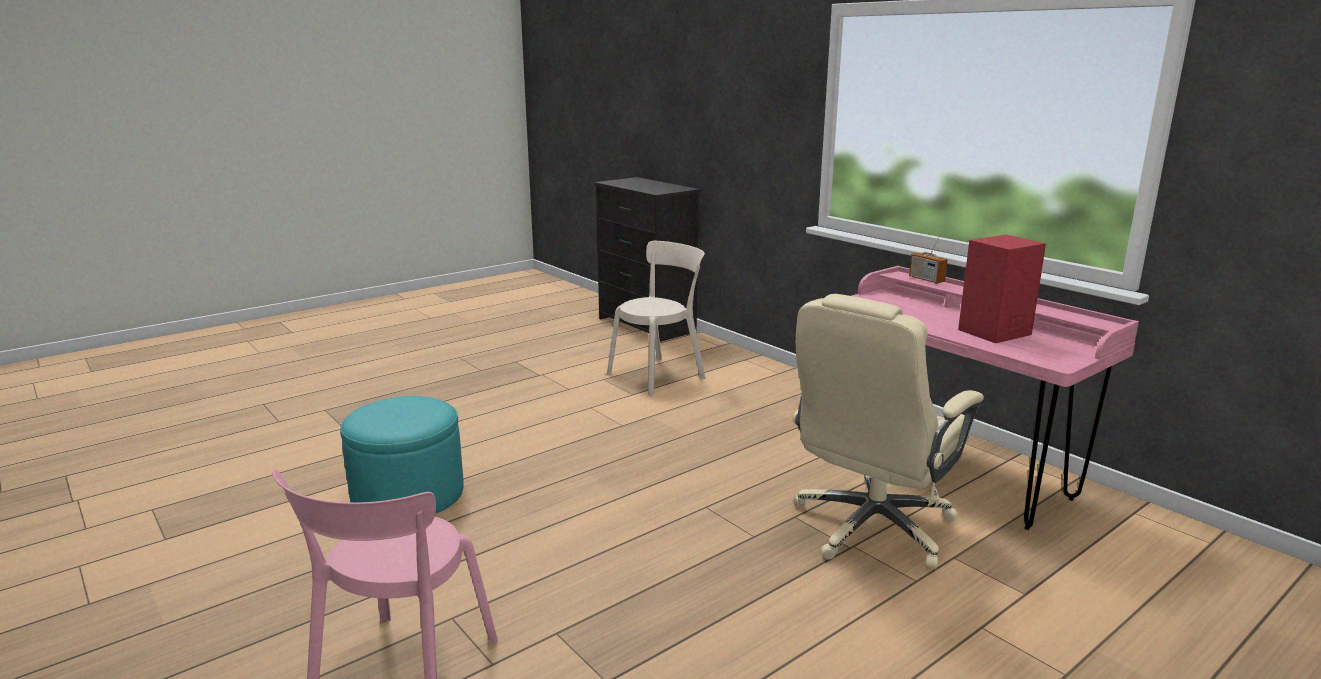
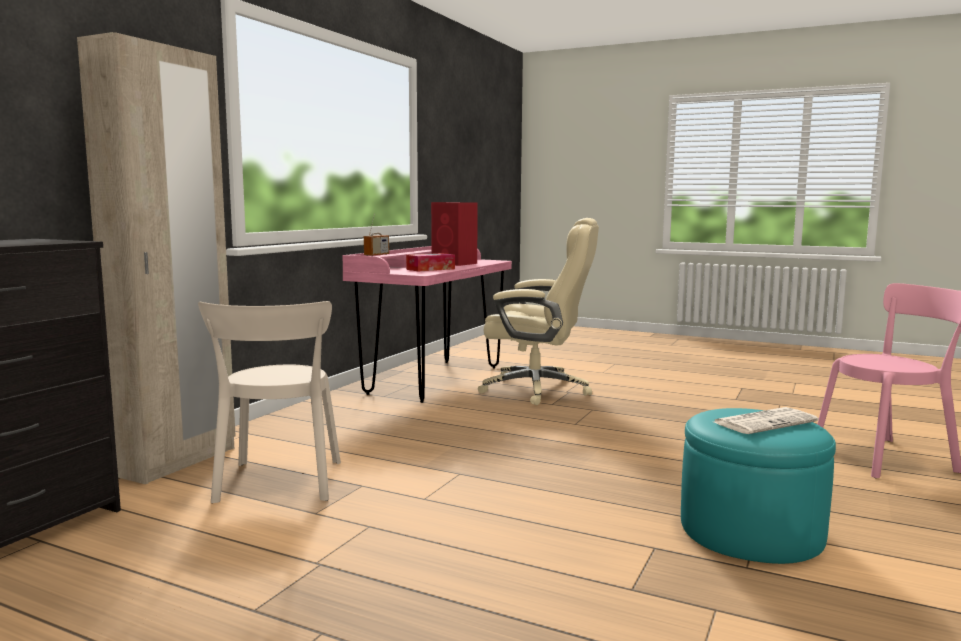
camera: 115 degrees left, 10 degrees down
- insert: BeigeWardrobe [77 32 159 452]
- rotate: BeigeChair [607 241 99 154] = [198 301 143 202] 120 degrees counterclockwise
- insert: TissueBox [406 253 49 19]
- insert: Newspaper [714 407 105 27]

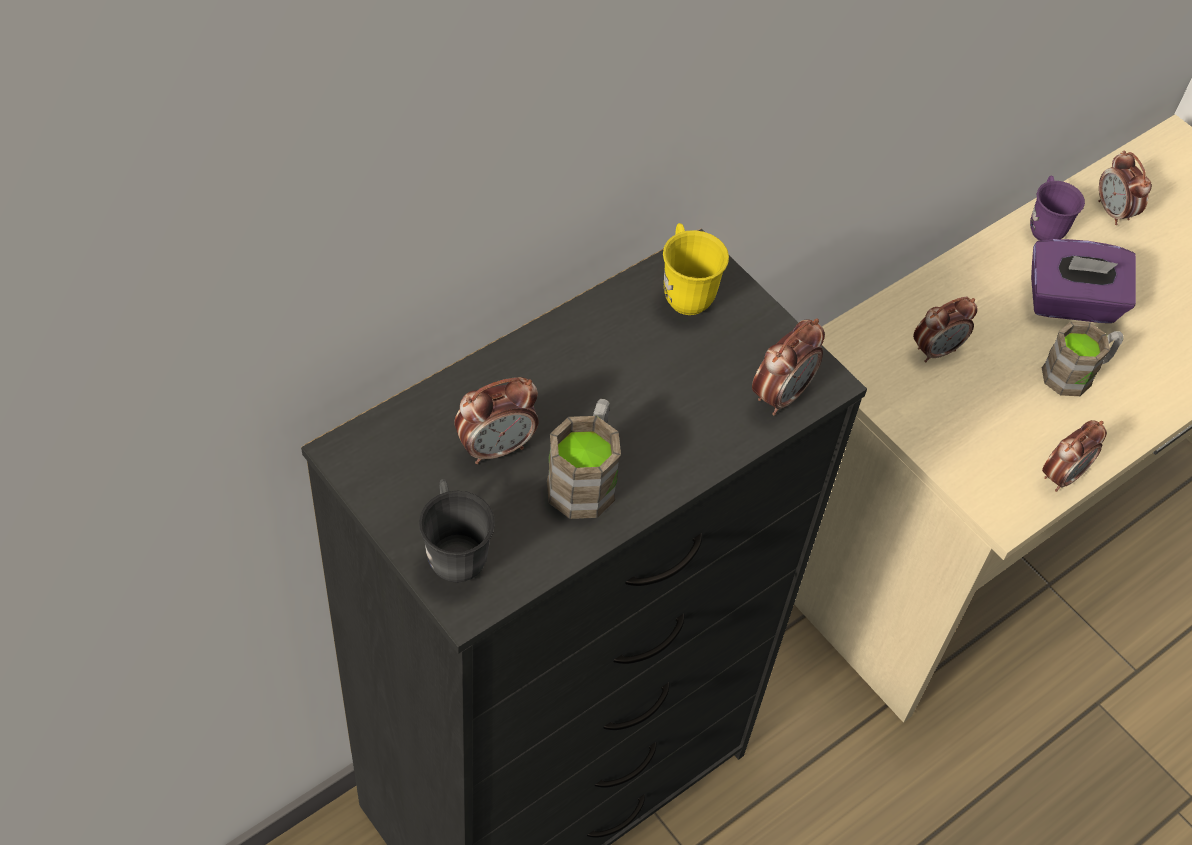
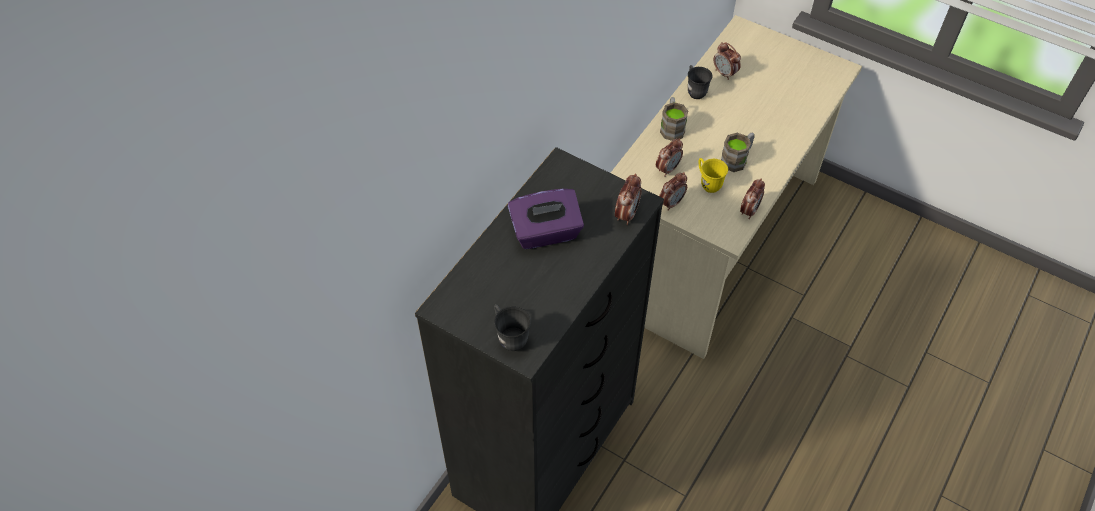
camera: 15 degrees left, 0 degrees up
- move: PurpleTissueBox [1031 239 105 84] to [508 189 76 60]
- move: AlarmClock [454 377 84 87] to [659 172 28 39]
- move: BrownMug [547 399 74 120] to [660 97 28 44]
- recolor: PurpleMug [1030 175 55 66] to GreyMug [688 65 25 34]
- move: YellowMug [663 223 66 92] to [698 158 30 35]

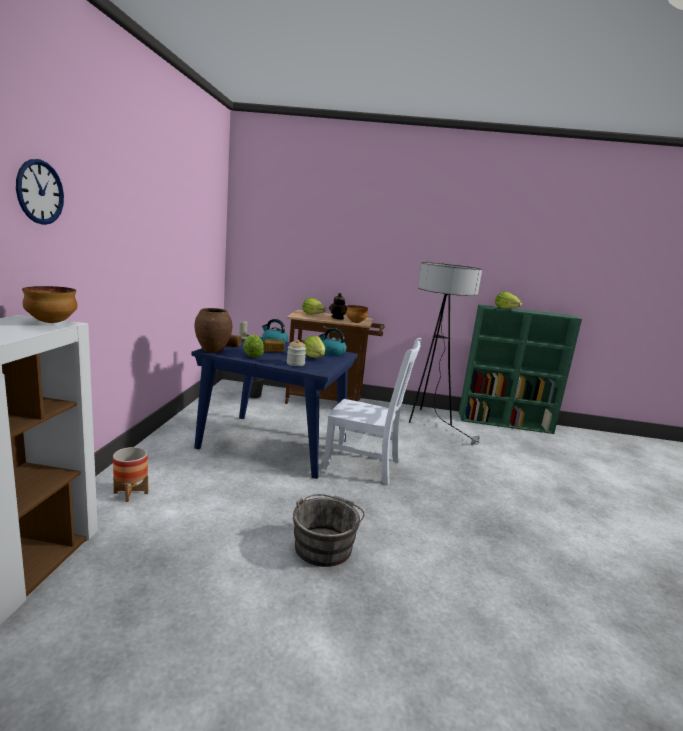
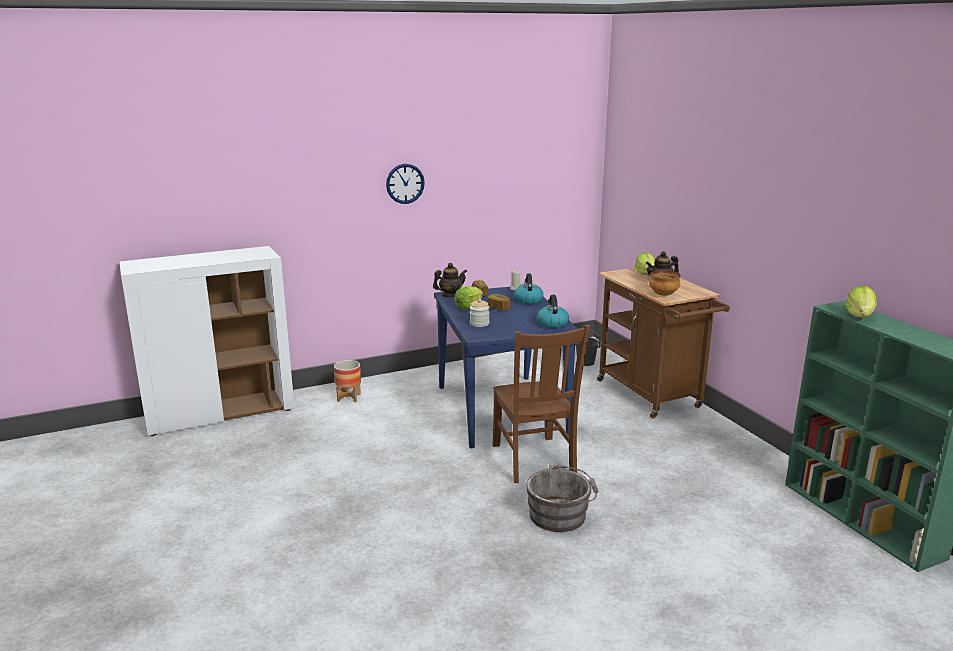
camera: 60 degrees right, 5 degrees up
- move: WallClock [16 159 48 66] to [386 164 39 40]
- replace: BrownVase [195 308 37 45] to Teapot [433 263 34 34]
- recolor: WhiteChair [323 338 99 147] to BrownChair [493 325 97 158]
- move: GreyBucket [293 494 72 73] to [526 464 73 68]
- delete: Bowl [22 286 55 37]
- delete: Lettuce [304 335 21 23]
- delete: FloorLamp [409 262 73 183]

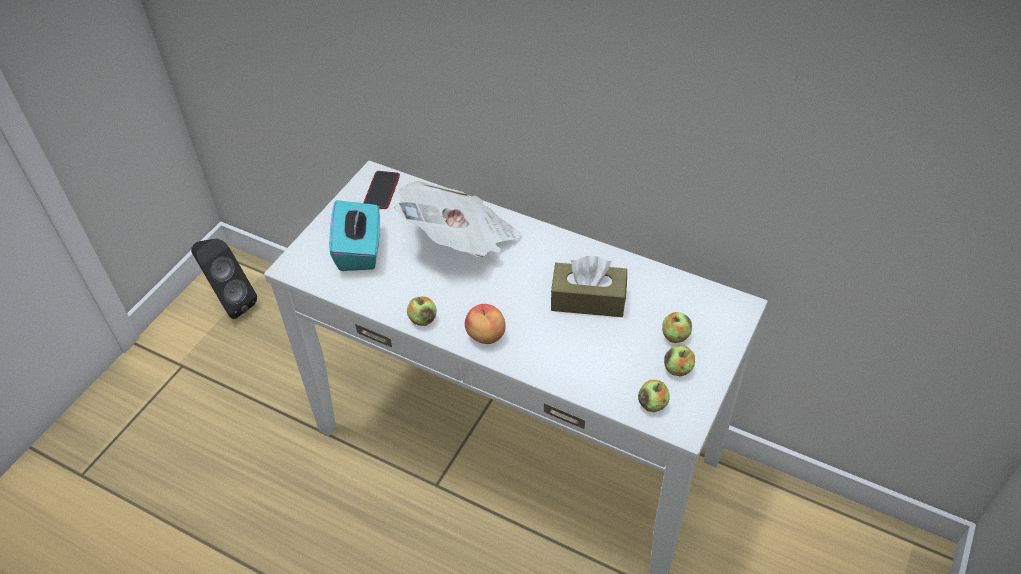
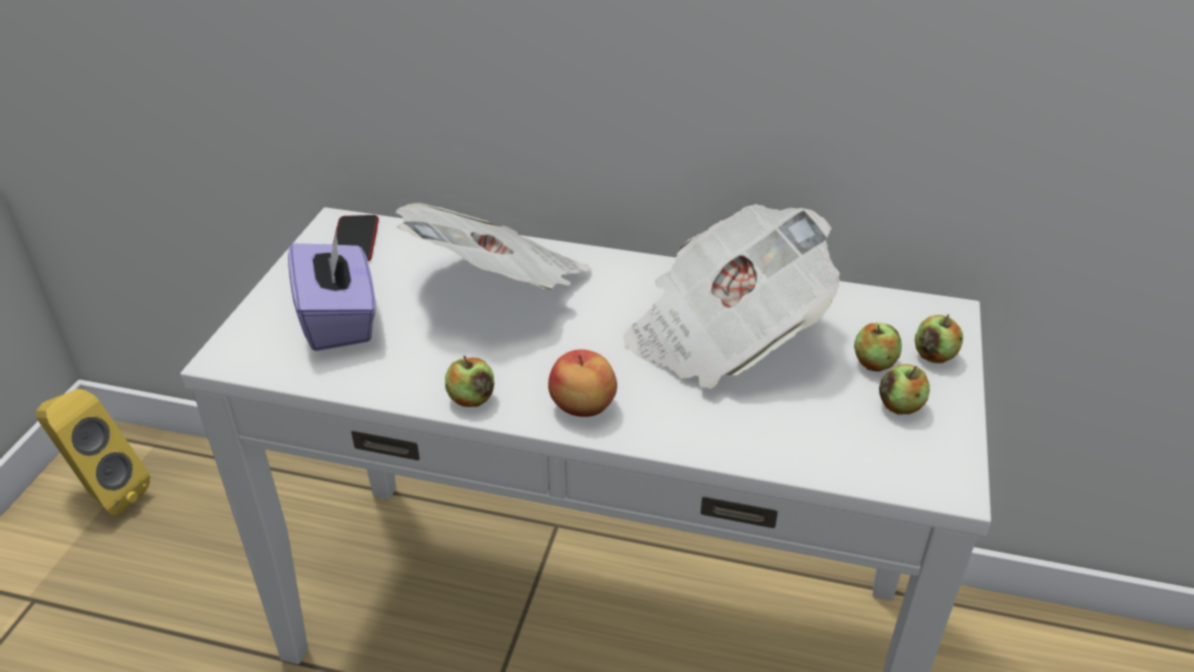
camera: 15 degrees left, 10 degrees down
- recolor: BlackSpeaker [191 238 66 81] to YellowSpeaker [36 389 114 126]
- recolor: TurquoiseTissueBox [329 200 51 71] to PurpleTissueBox [288 232 87 119]
- replace: BrownTissueBox [551 256 76 61] to Newspaper [624 204 216 185]
- move: Apple [638 380 32 32] to [915 315 48 48]

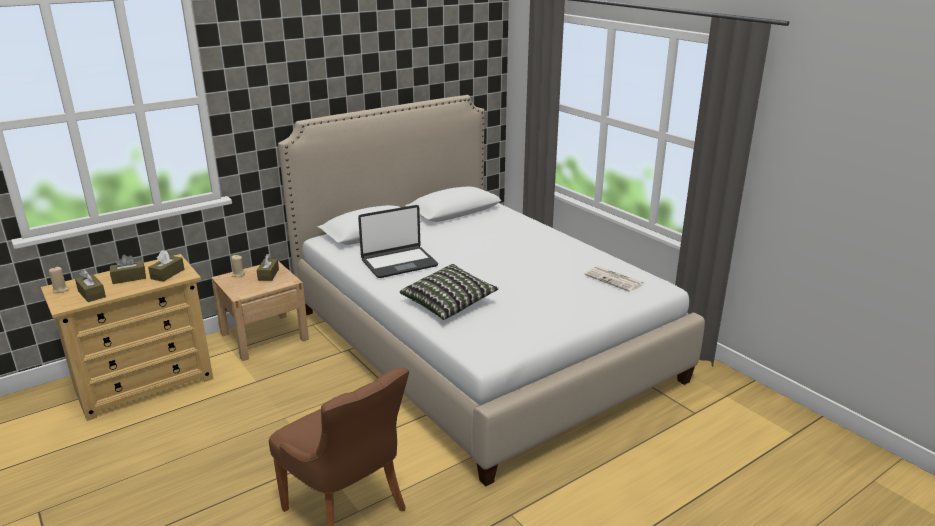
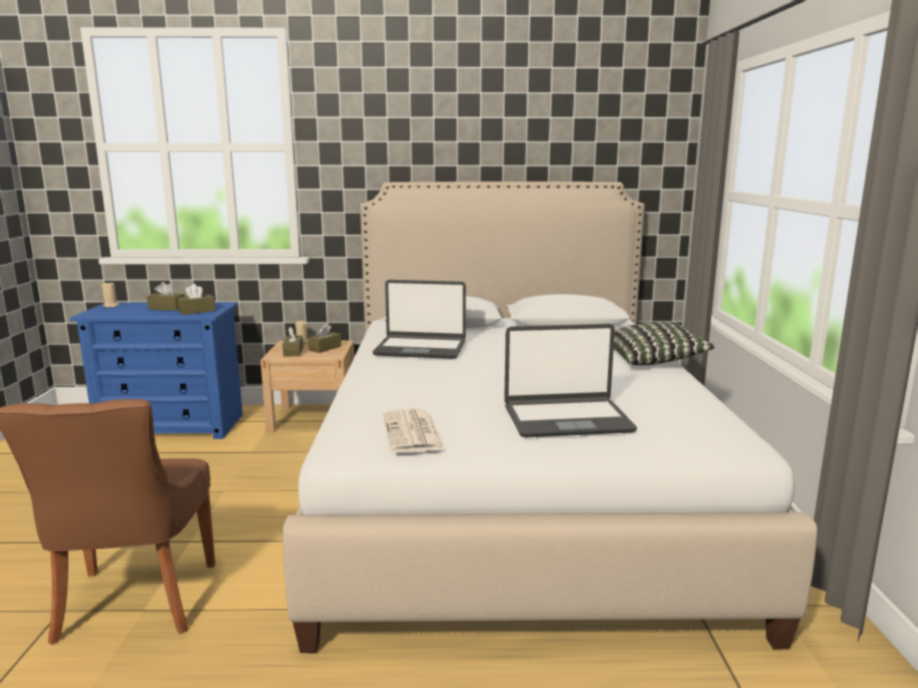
camera: 35 degrees right, 10 degrees down
- recolor: BeigeDresser [41 254 172 167] to BlueDresser [70 302 173 137]
- move: BrownTissueBox [75 270 31 32] to [282 327 21 30]
- move: Newspaper [584 266 60 26] to [383 409 62 44]
- insert: Laptop [504 324 133 113]
- move: Pillow [400 264 99 56] to [614 321 102 45]

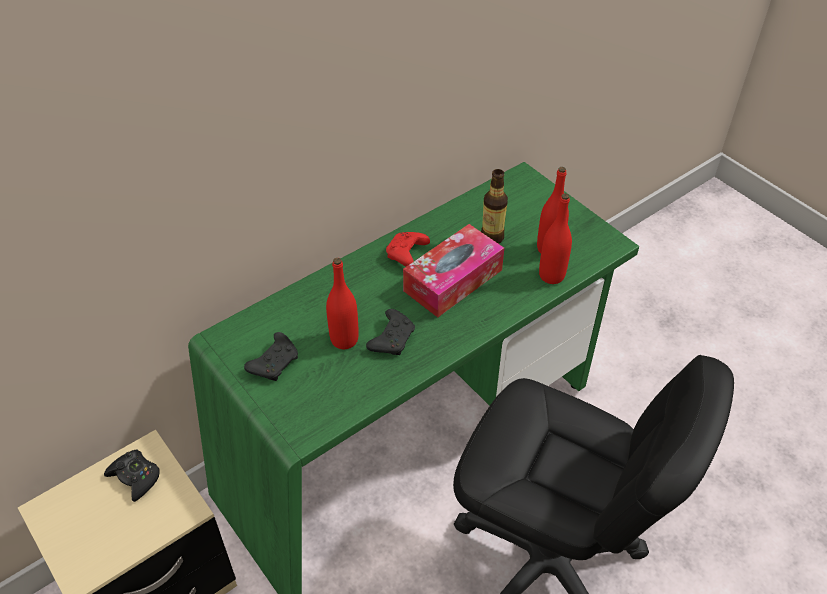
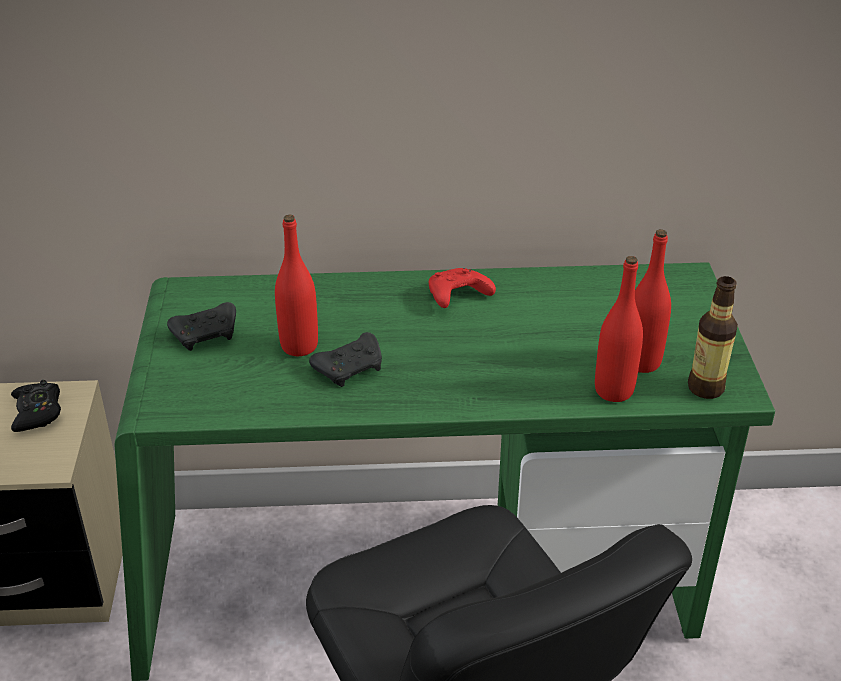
camera: 35 degrees right, 10 degrees down
- move: Bottle [481 169 27 75] to [688 276 50 123]
- delete: TissueBox [403 224 101 93]

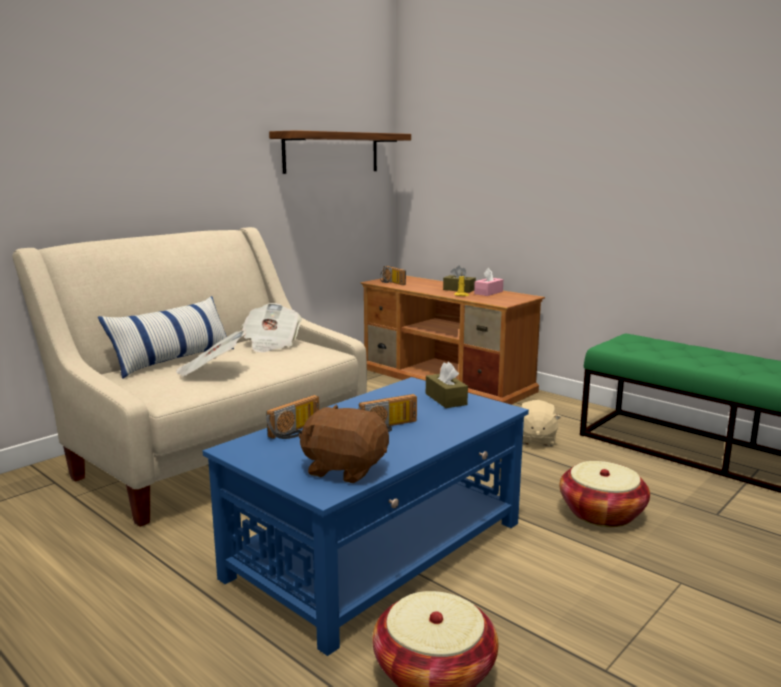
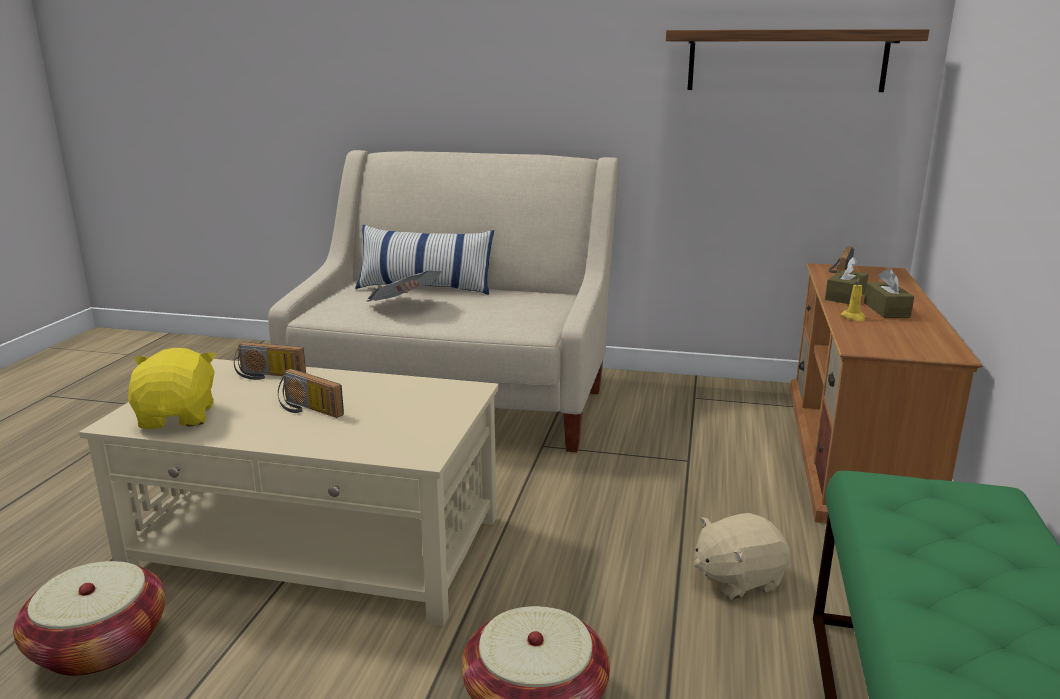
camera: 60 degrees right, 5 degrees up
- recolor: BlueCoffeeTable [203 377 326 279] to BeigeCoffeeTable [79 359 420 267]
- recolor: BrownPlushToy [299 404 90 79] to YellowPlushToy [128 348 88 81]
- move: BrownTissueBox [426 362 42 46] to [825 257 43 47]
- delete: Newspaper [241 303 61 49]
- delete: PinkTissueBox [474 268 29 28]

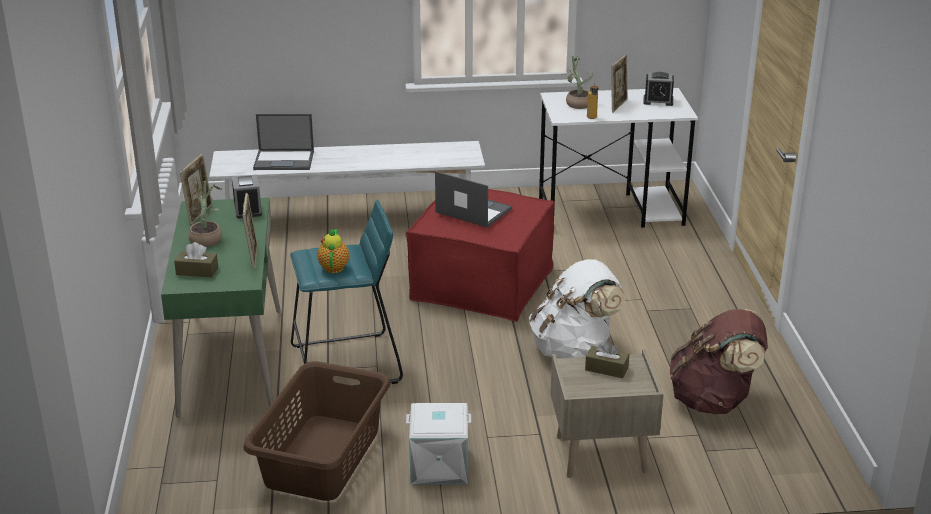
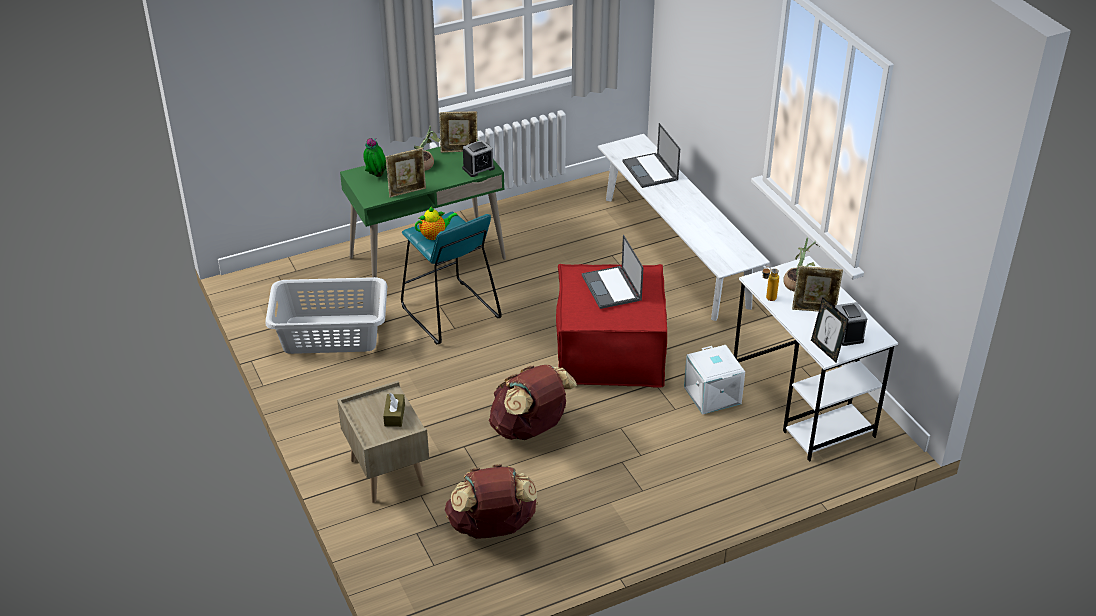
camera: 70 degrees right, 10 degrees up
- recolor: BrownLaundryBasket [244 361 147 140] to GreyLaundryBasket [265 277 122 77]
- replace: BrownTissueBox [174 242 44 35] to PottedPlant [363 138 24 39]
- recolor: WhiteBackpack [529 259 97 99] to BrownBackpack [489 365 88 75]
- rotate: Laptop [435 171 77 57] = [582 235 61 74] 150 degrees clockwise
- move: WhiteStorageBox [406 403 65 81] to [684 345 61 70]
- insert: PictureFrame [811 297 38 65]

